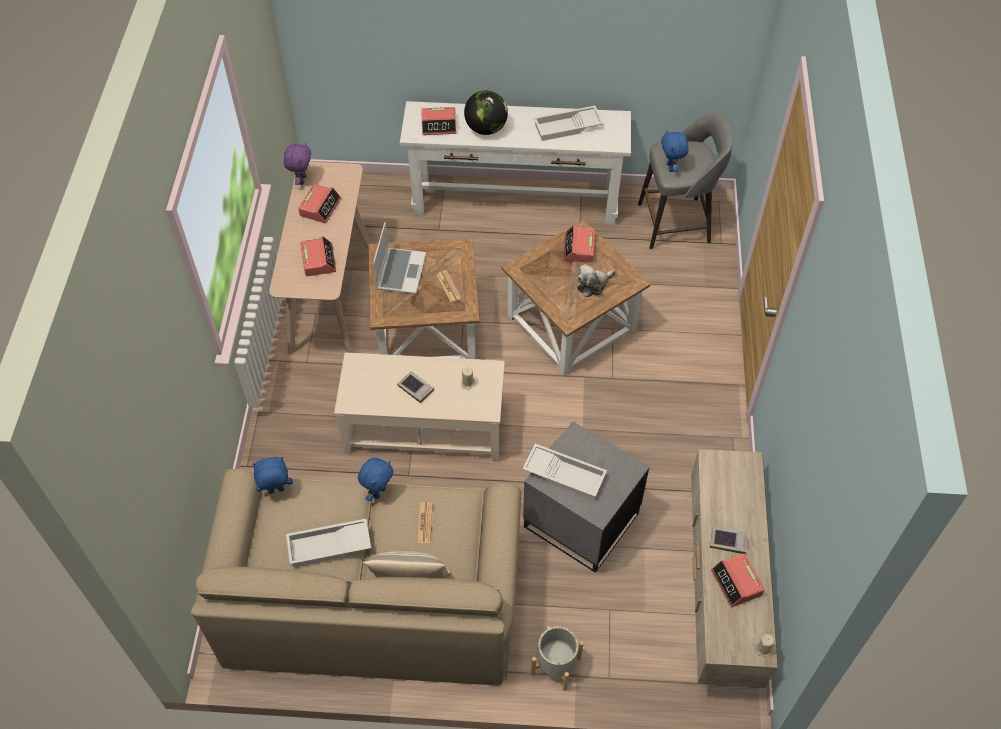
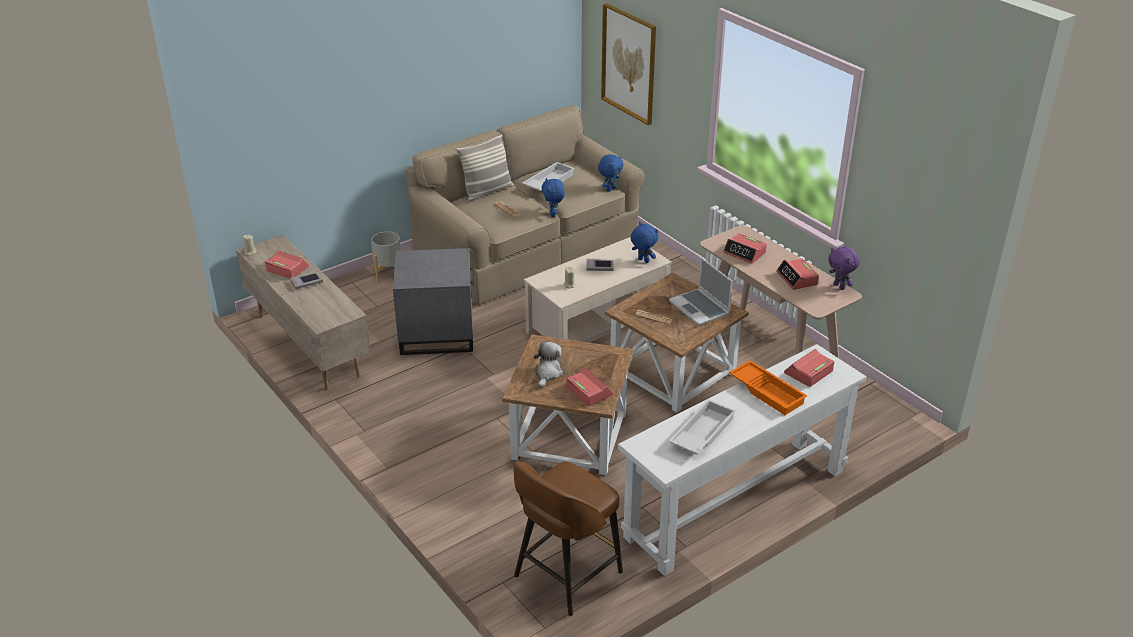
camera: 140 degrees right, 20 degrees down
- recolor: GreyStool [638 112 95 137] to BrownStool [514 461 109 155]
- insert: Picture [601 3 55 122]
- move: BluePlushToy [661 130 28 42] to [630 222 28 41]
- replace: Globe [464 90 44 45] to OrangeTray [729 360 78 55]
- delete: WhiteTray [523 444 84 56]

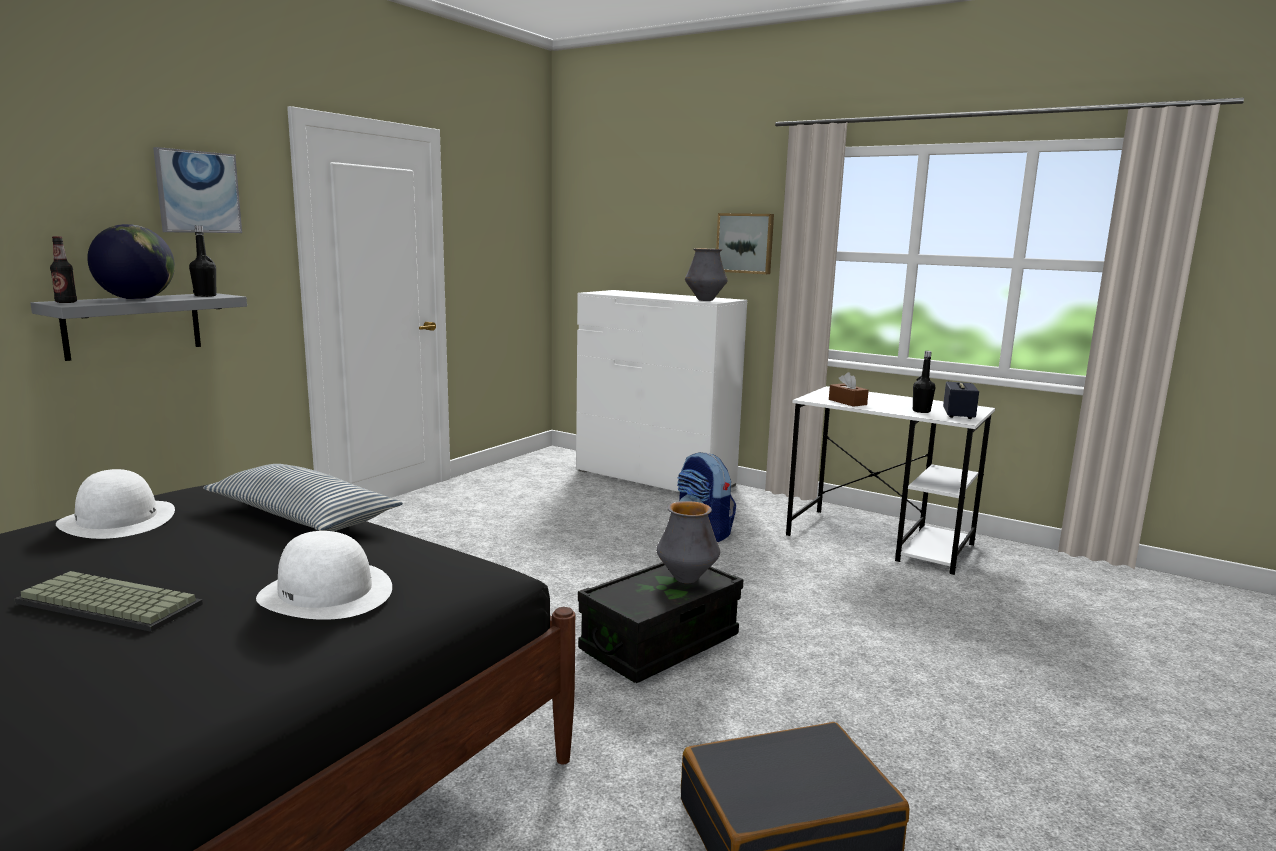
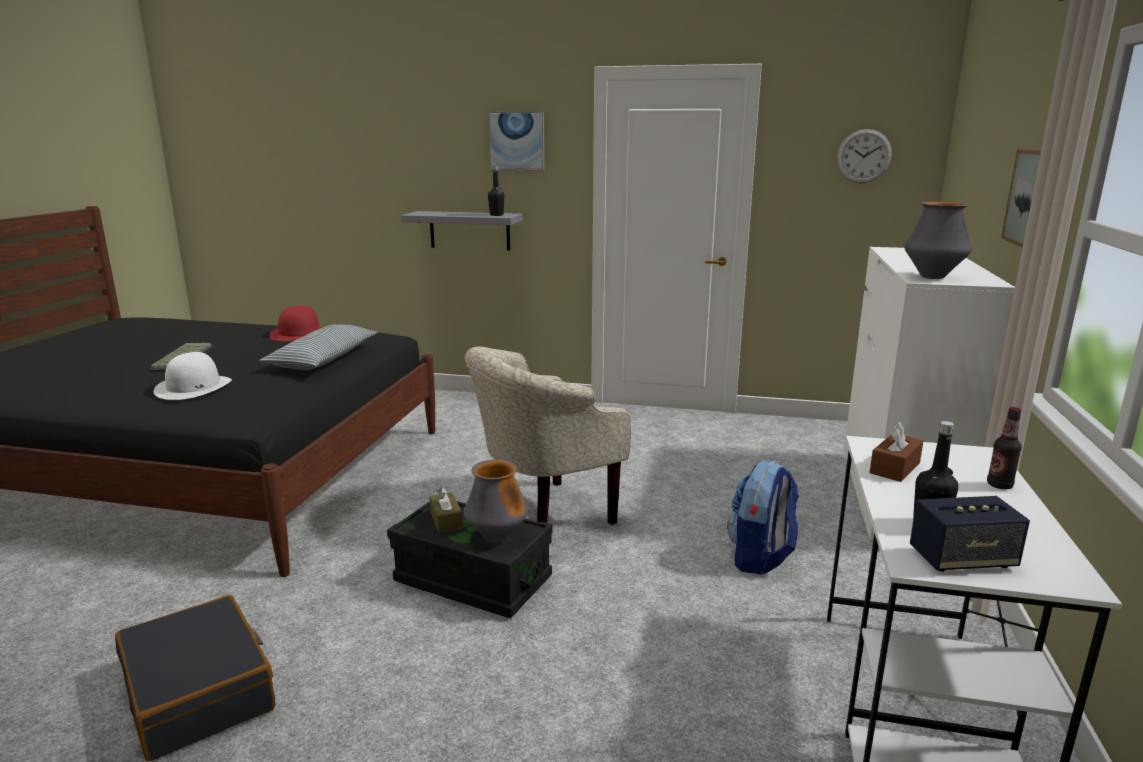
camera: 70 degrees right, 5 degrees up
- recolor: WhiteHat [56 469 119 70] to RedHat [269 306 54 35]
- insert: BrownTissueBox [429 487 34 46]
- insert: BeigeArmchair [465 347 166 178]
- insert: WallClock [836 129 56 55]
- move: Bottle [50 236 27 67] to [987 407 35 83]
- delete: Globe [87 224 88 76]

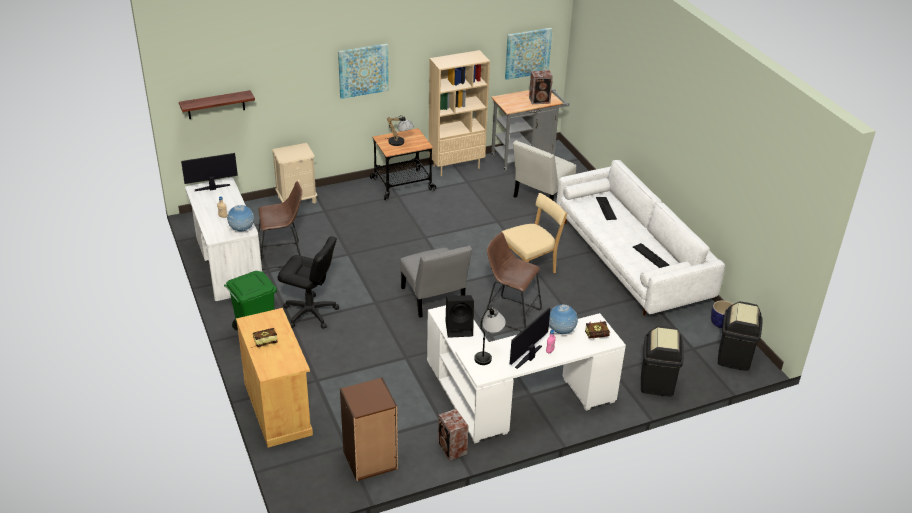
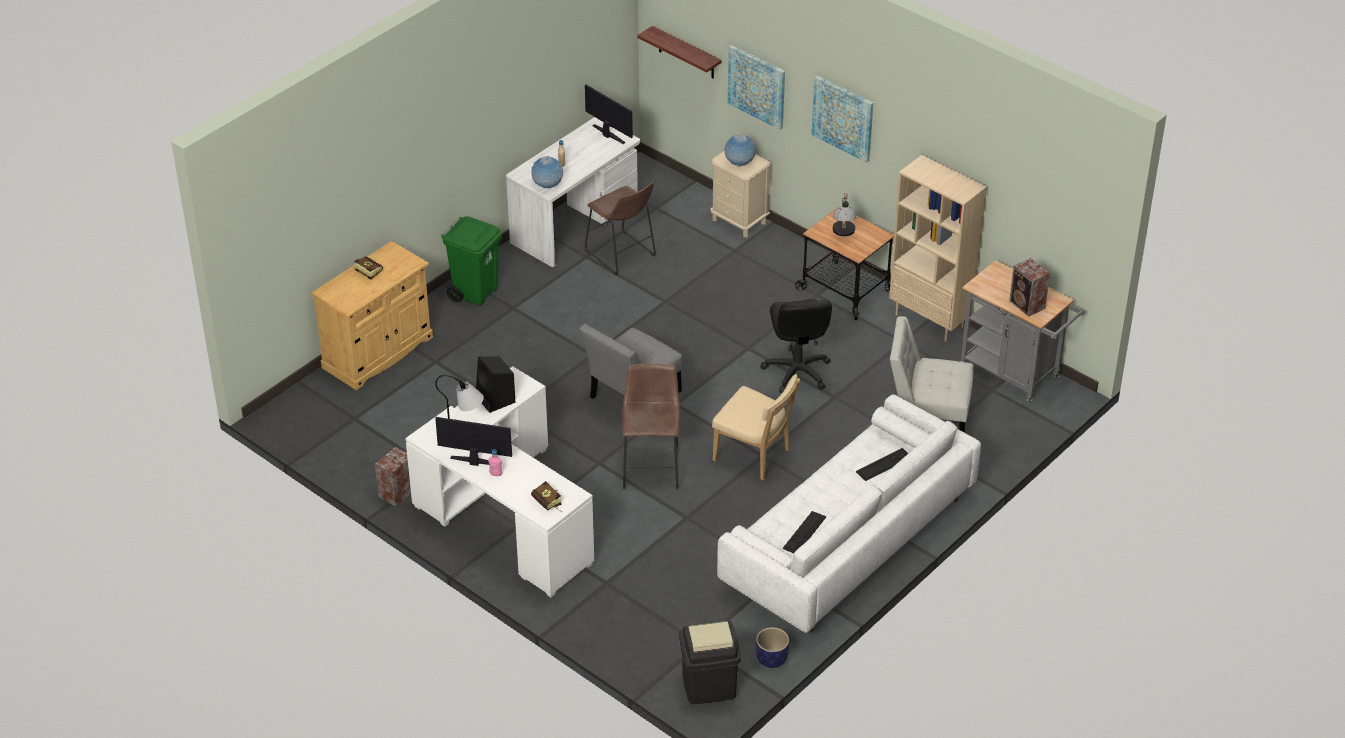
camera: 65 degrees right, 5 degrees up
- move: Globe [549 304 29 30] to [724 134 32 33]
- move: Picture [505 28 47 52] to [728 45 57 85]
- move: BlackOfficeChair [278 236 61 93] to [760 299 72 94]
- delete: BrownBookcase [340 377 58 104]
- delete: BlackTrashCan [641 326 43 71]

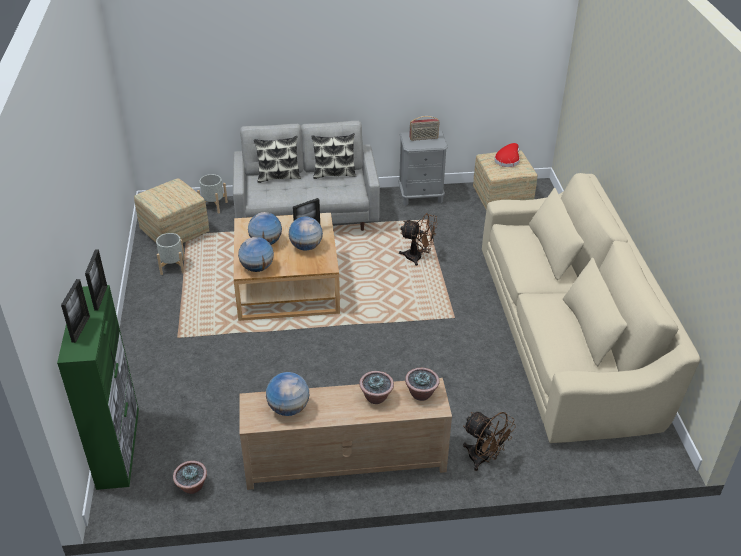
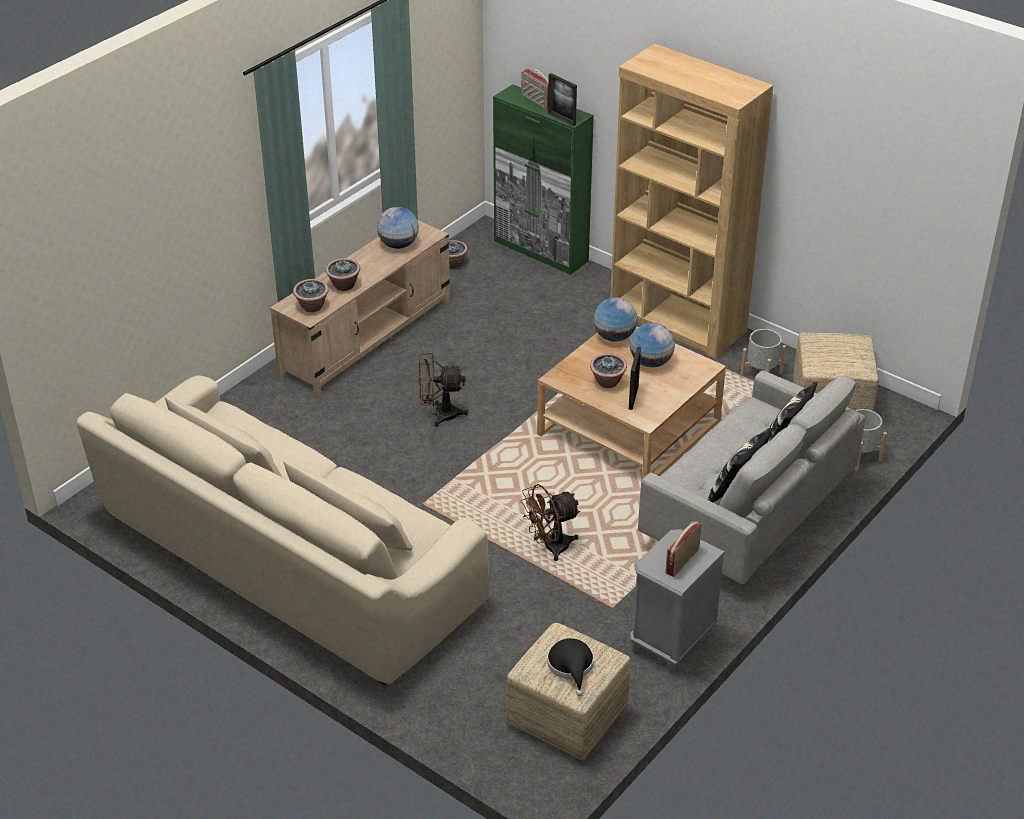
camera: 135 degrees right, 0 degrees up
- move: BrownFan [463 412 53 59] to [419 352 49 75]
- replace: PictureFrame [61 279 29 64] to Radio [521 68 27 41]
- recolor: RedHat [494 143 26 24] to BlackHat [547 638 47 58]
- replace: Globe [289 217 34 34] to PottedPlant [590 353 37 35]
- insert: BrownBookcase [610 44 163 315]

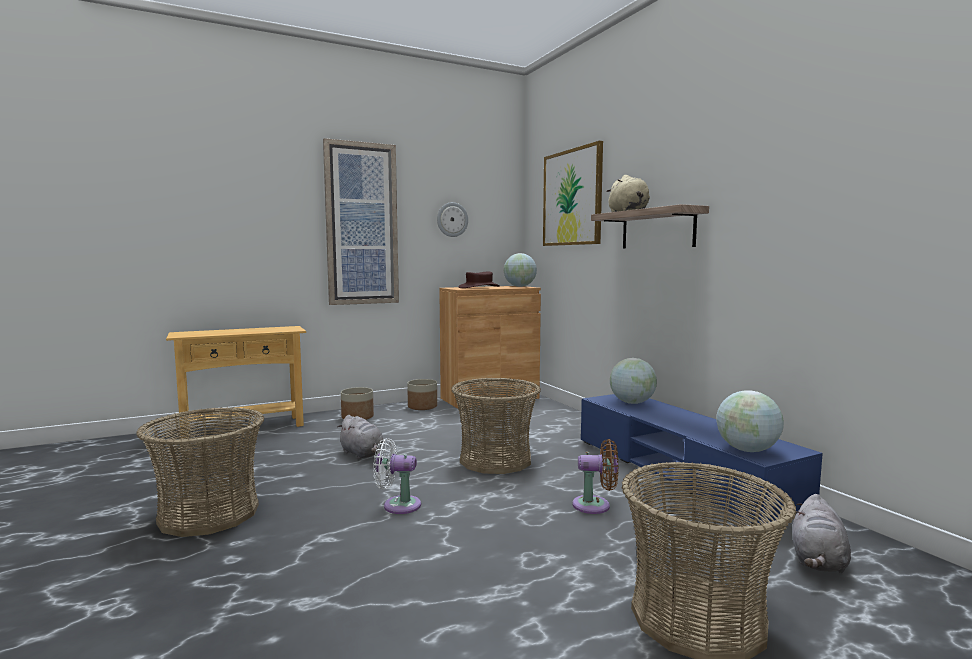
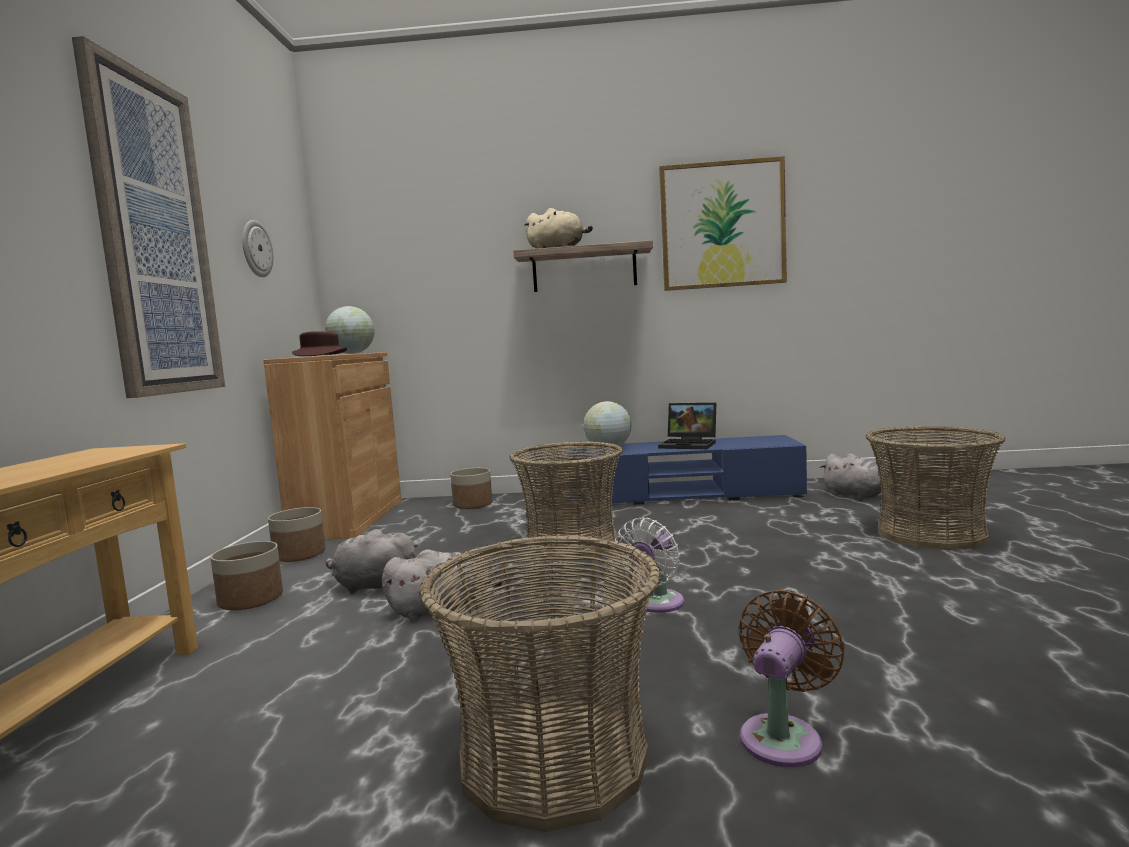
camera: 60 degrees left, 0 degrees up
- insert: GreyPlushToy [326 529 92 65]
- insert: Planter [450 468 42 41]
- insert: Laptop [658 403 58 46]
- move: Picture [543 141 60 105] to [659 156 128 135]
- move: BrownFan [572 439 47 75] to [739 590 106 178]
- delete: Globe [716 390 68 62]

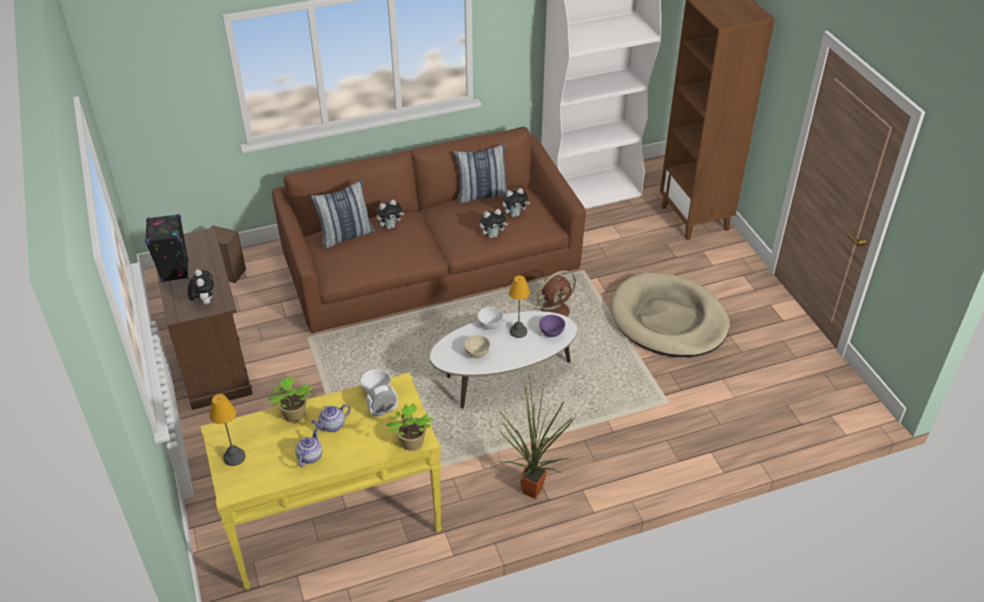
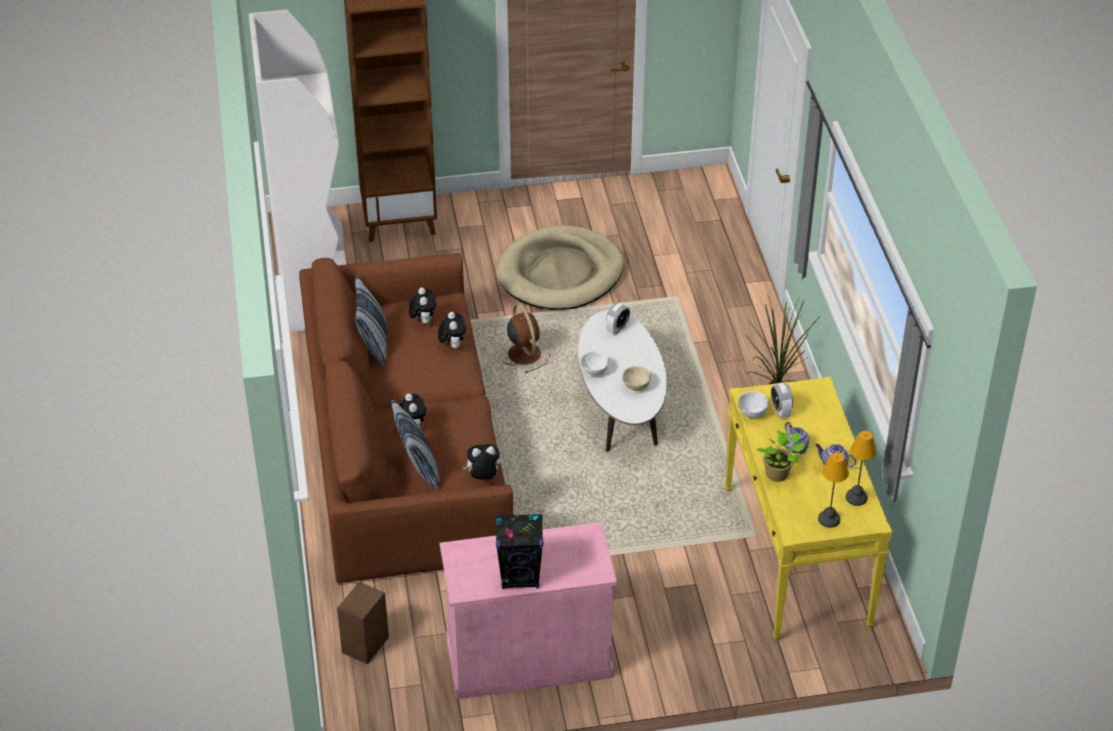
camera: 80 degrees left, 0 degrees up
- recolor: BrownCabinet [156 227 97 183] to PinkCabinet [440 522 177 177]
- move: PlushToy [188 269 26 36] to [463 444 38 36]
- replace: PurpleBowl [539 315 26 22] to AlarmClock [606 302 24 32]
- move: TableLamp [509 275 21 63] to [846 431 31 75]
- delete: PottedPlant [386 403 47 48]

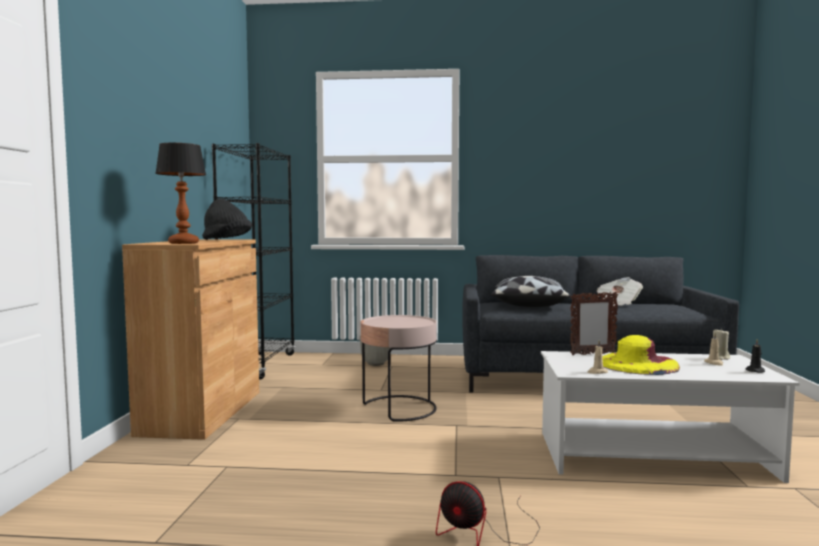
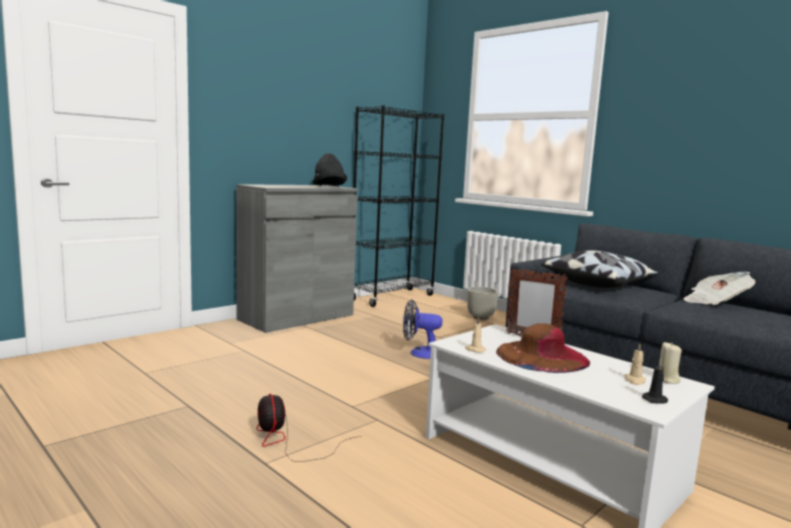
camera: 40 degrees right, 5 degrees up
- recolor: BrownCabinet [122 239 137 201] to GreyCabinet [236 184 122 149]
- replace: PinkSideTable [361 315 76 107] to Fan [403 299 39 60]
- recolor: YellowHat [603 335 77 40] to BrownHat [496 323 94 50]
- delete: TableLamp [155 143 51 101]

